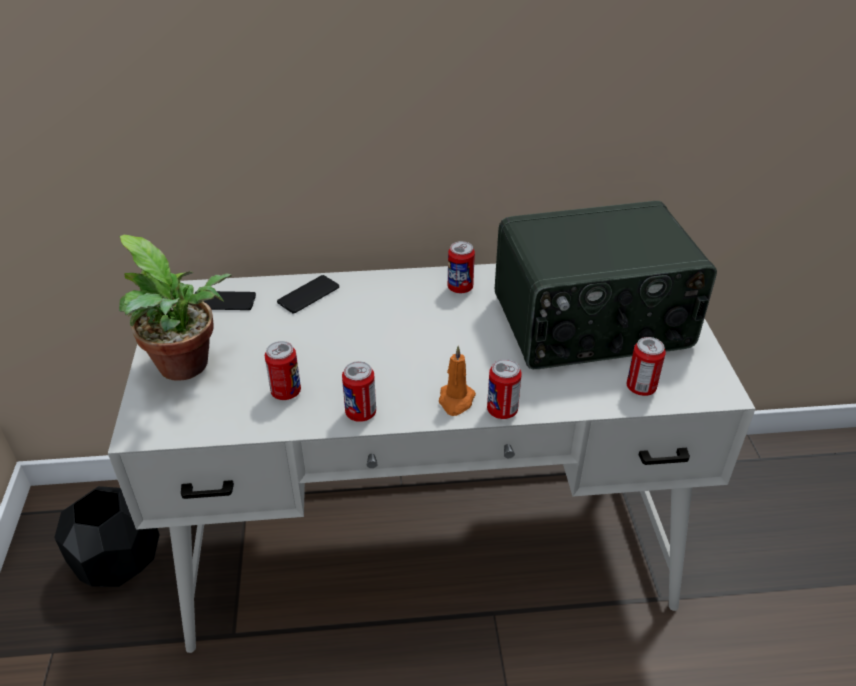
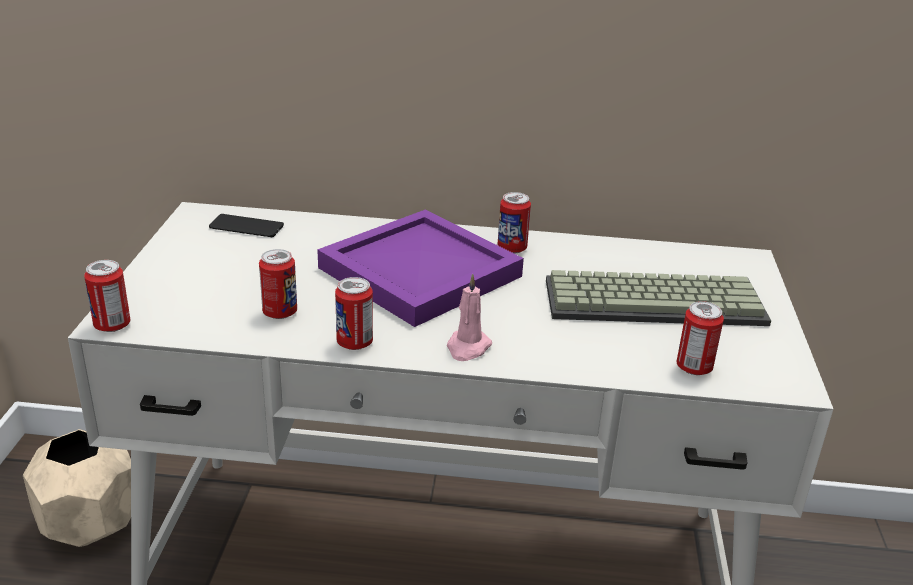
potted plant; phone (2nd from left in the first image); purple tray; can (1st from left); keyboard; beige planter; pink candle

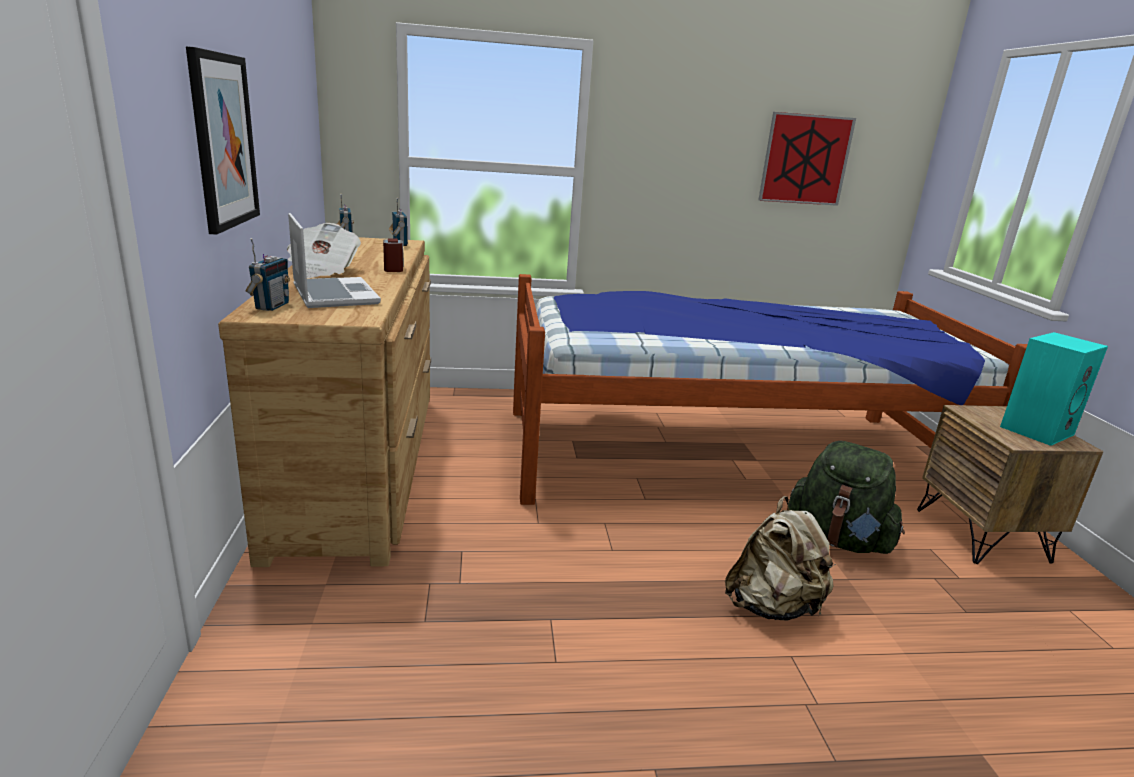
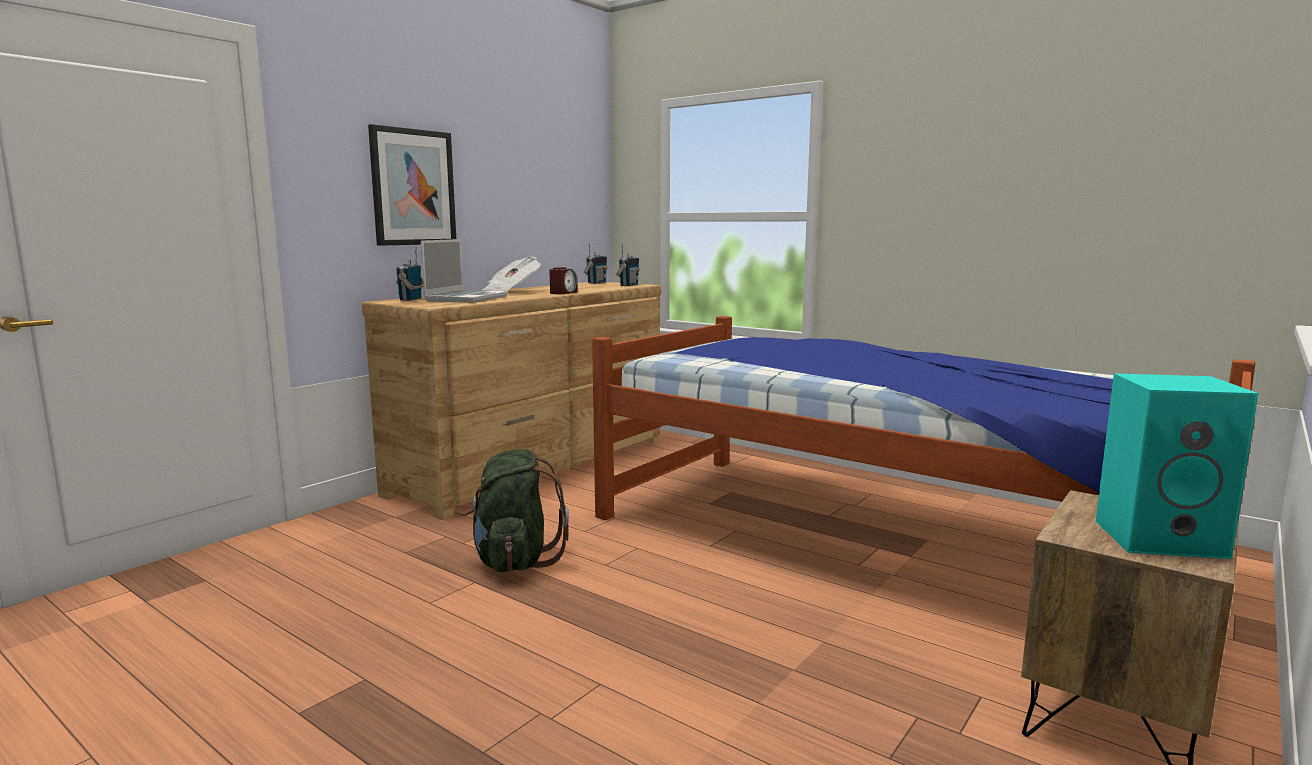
beige backpack; picture (2nd from left in the first image); green backpack; radio (1st from left)

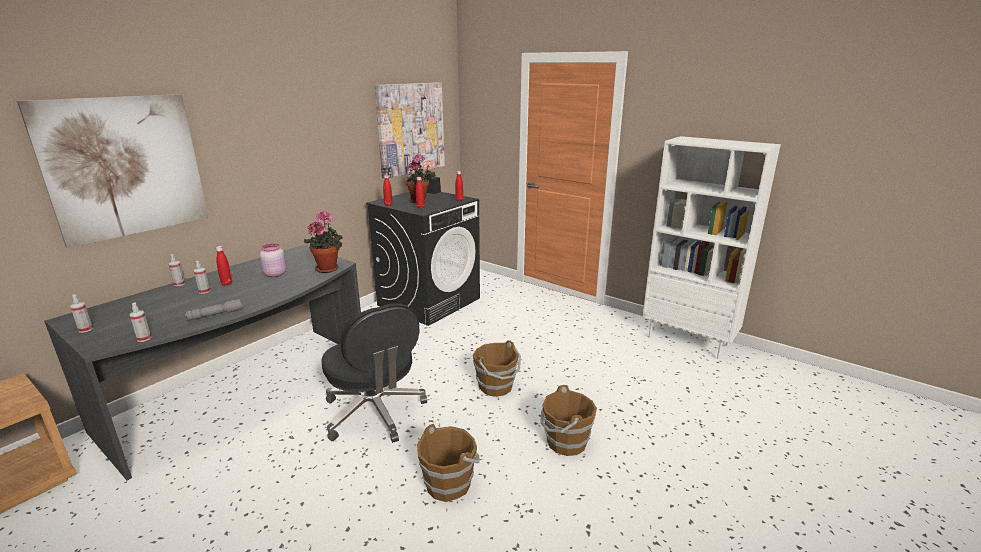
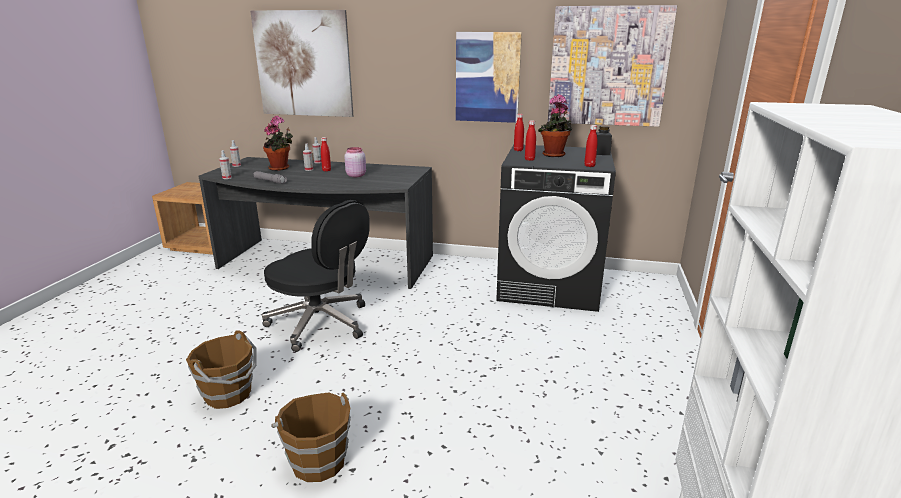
brown bucket (2nd from left in the first image); picture (2nd from left); potted plant (1st from left); black office chair

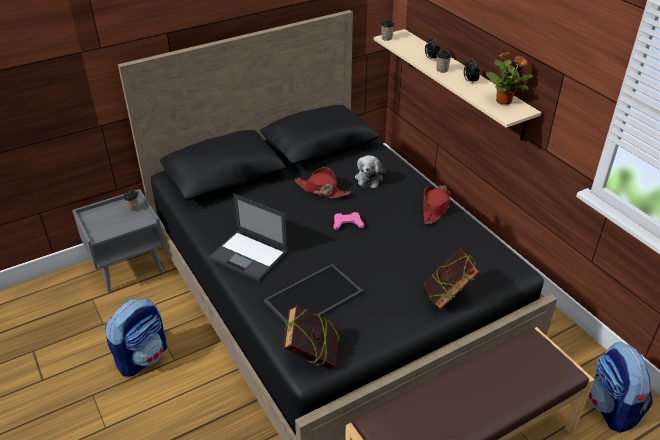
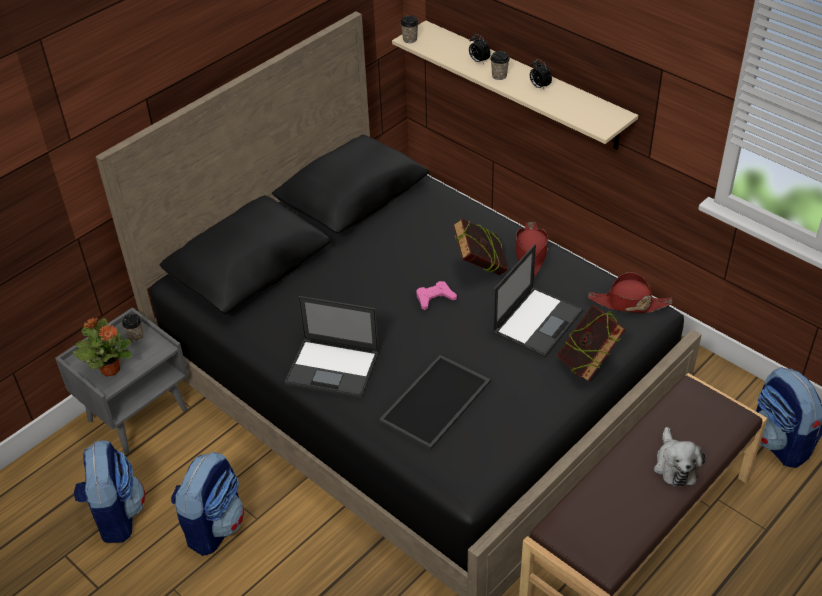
backpack (1st from left); laptop (2nd from left); book (1st from left); red hat (2nd from left); plush toy; potted plant

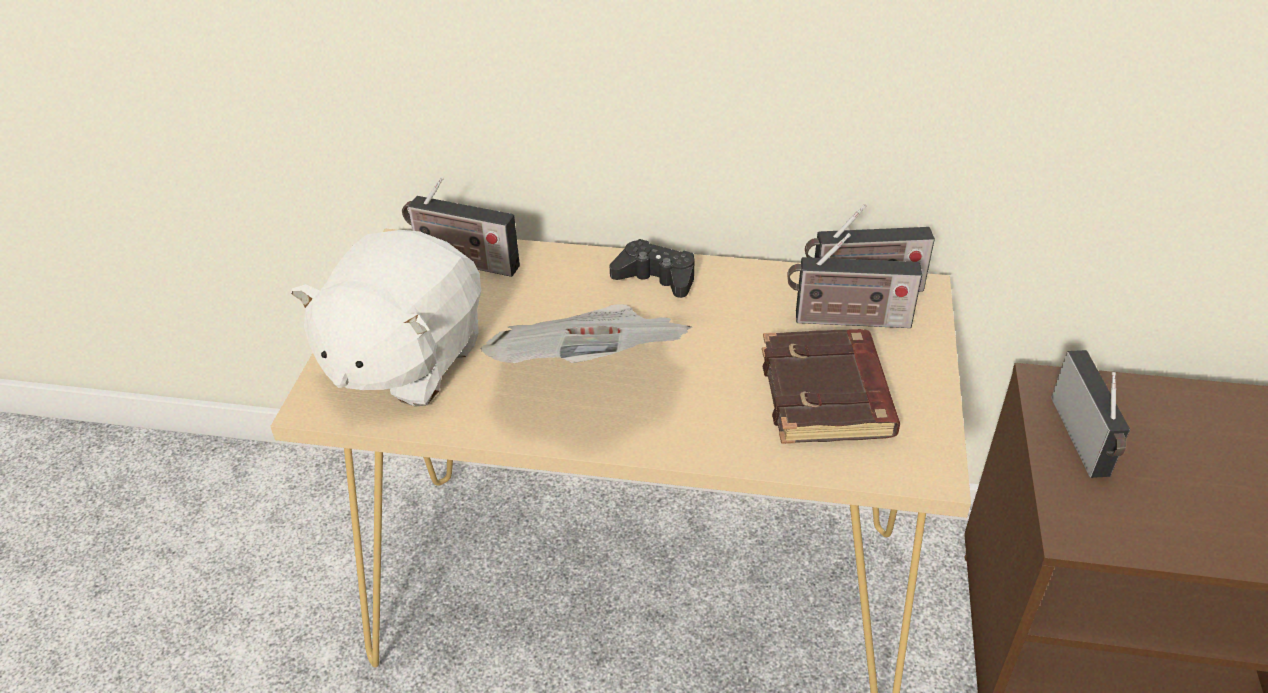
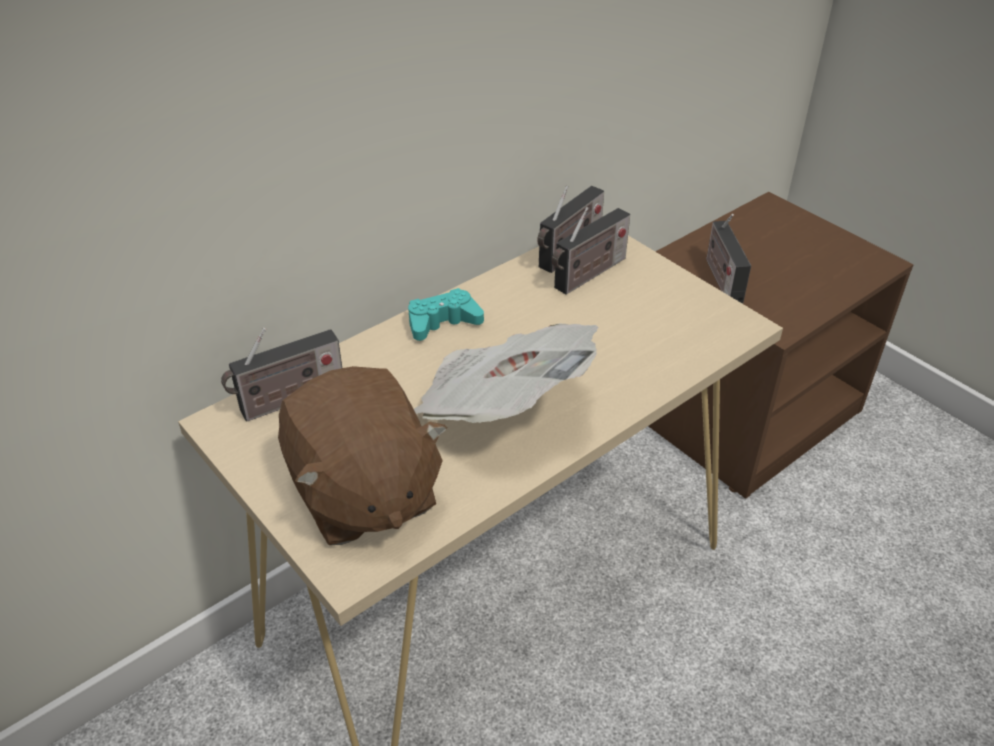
brown book; brown plush toy; turquoise game controller; radio (4th from left)

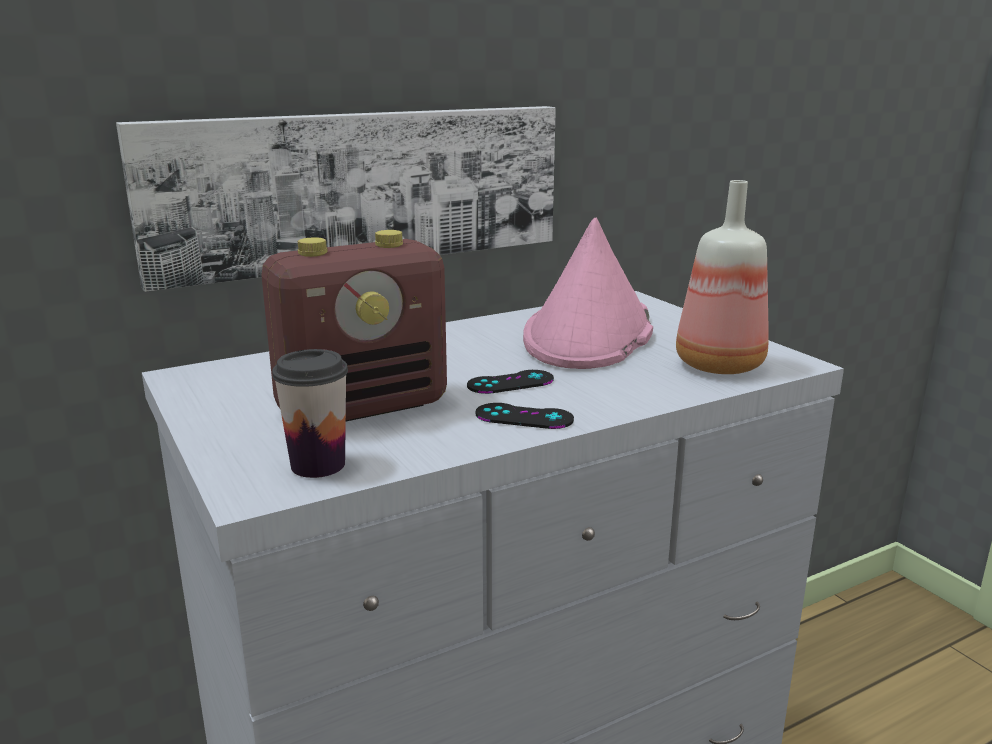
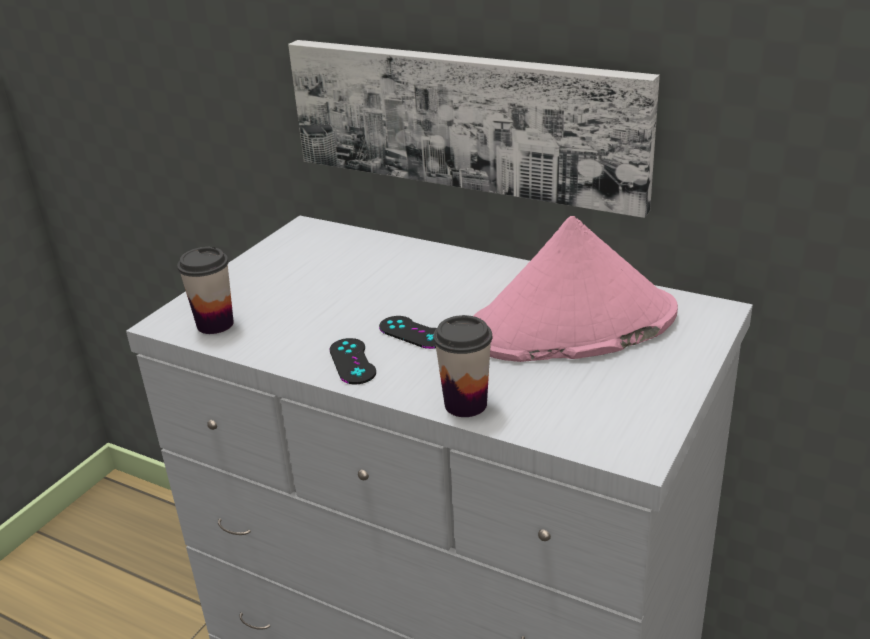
radio; bottle; cup (2nd from left)

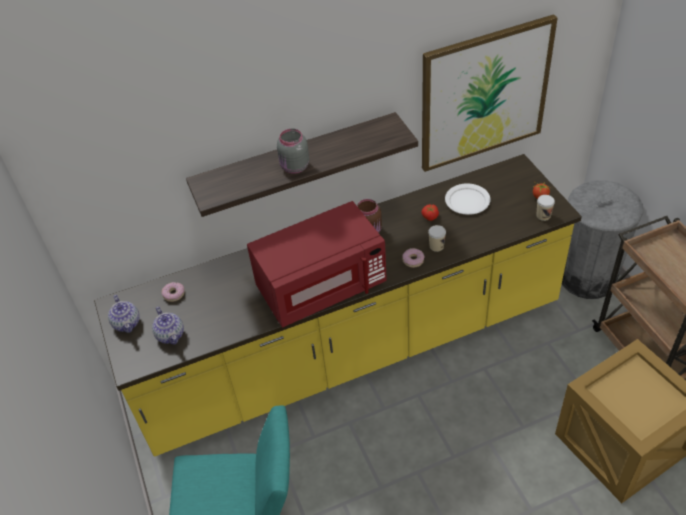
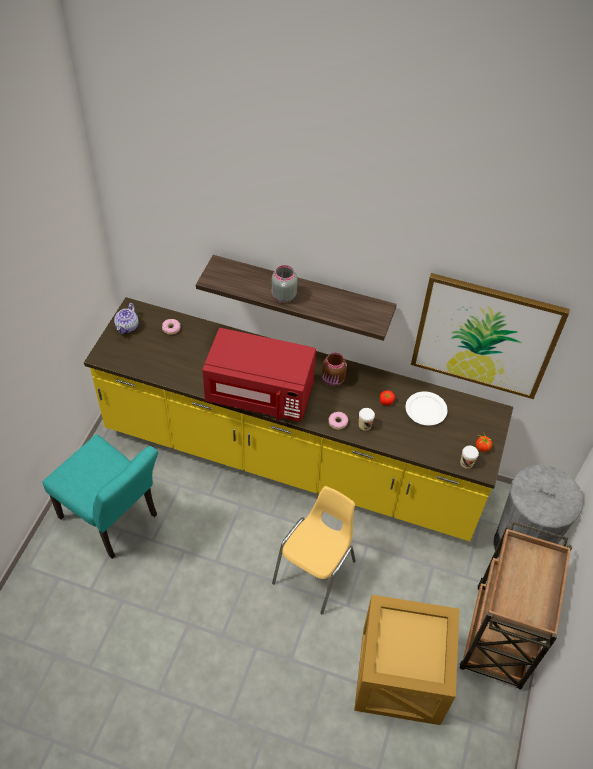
teapot (2nd from left in the first image); yellow chair

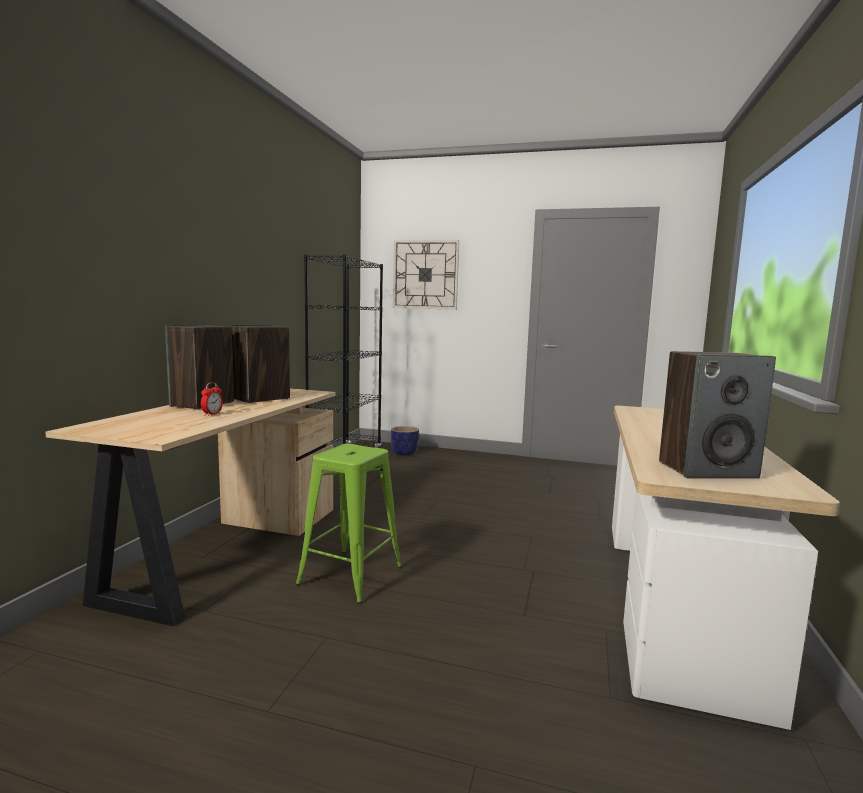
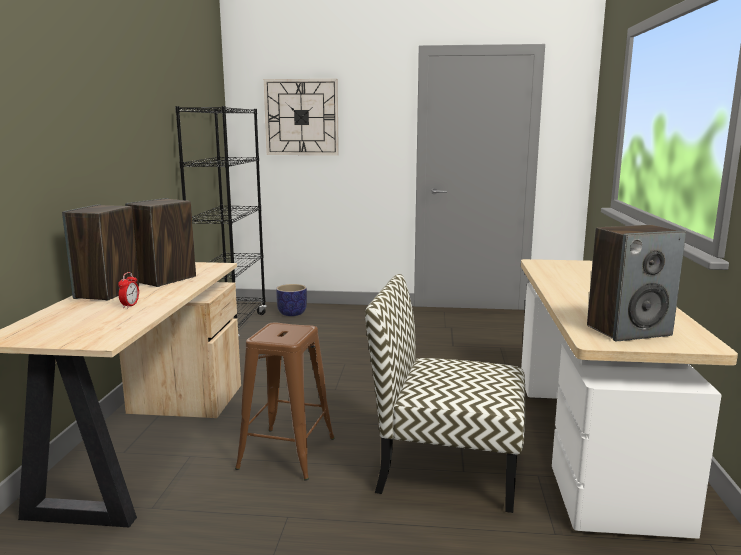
chair; brown stool

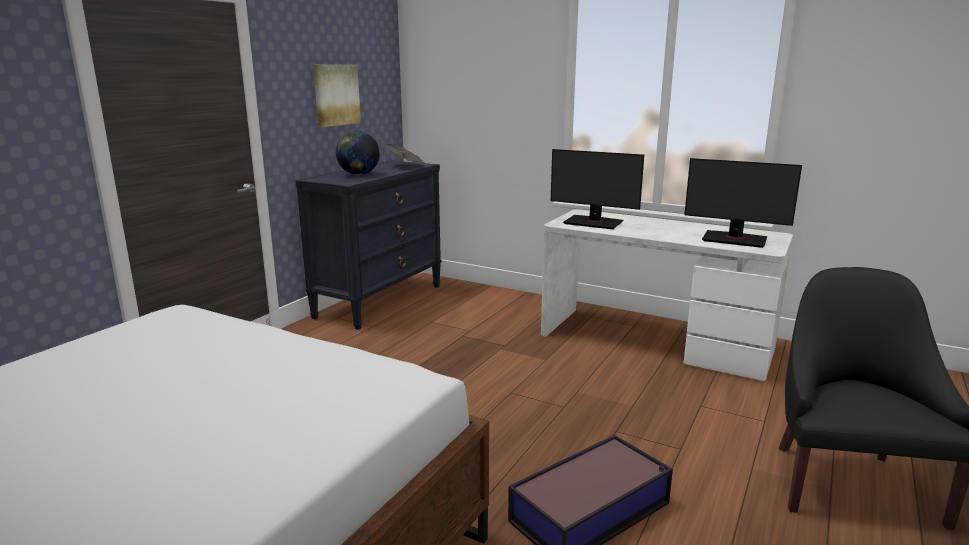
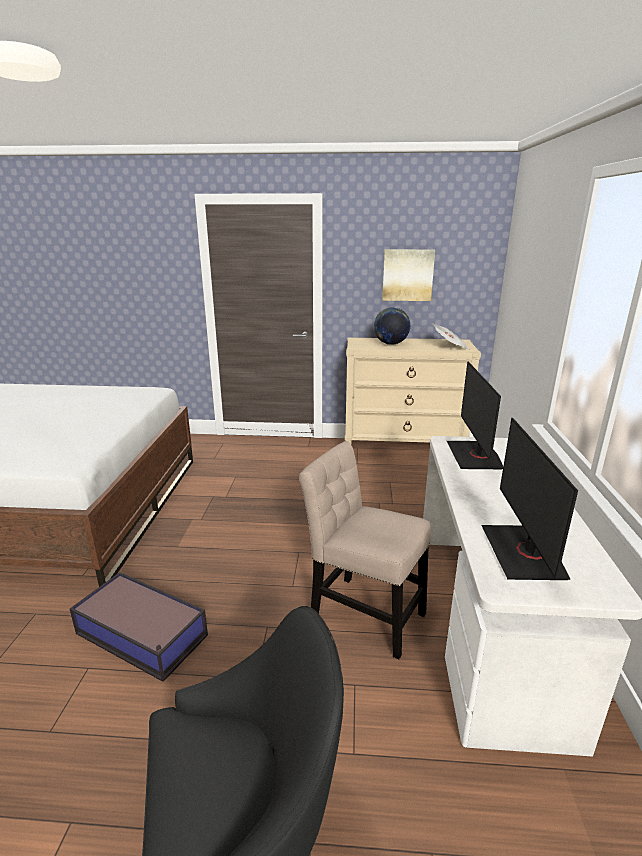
beige chair; beige dresser

